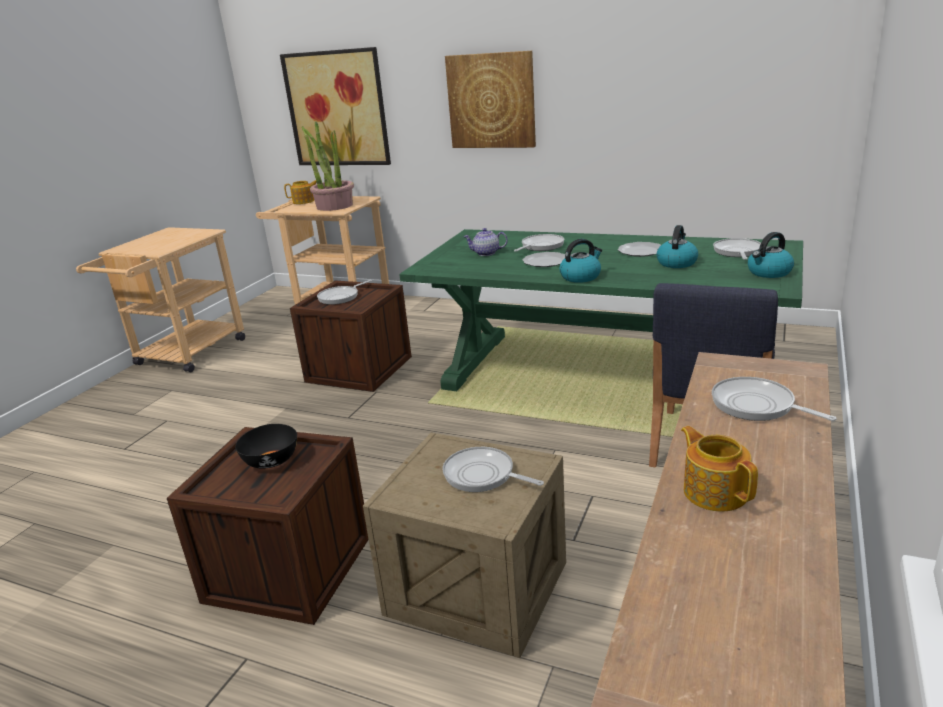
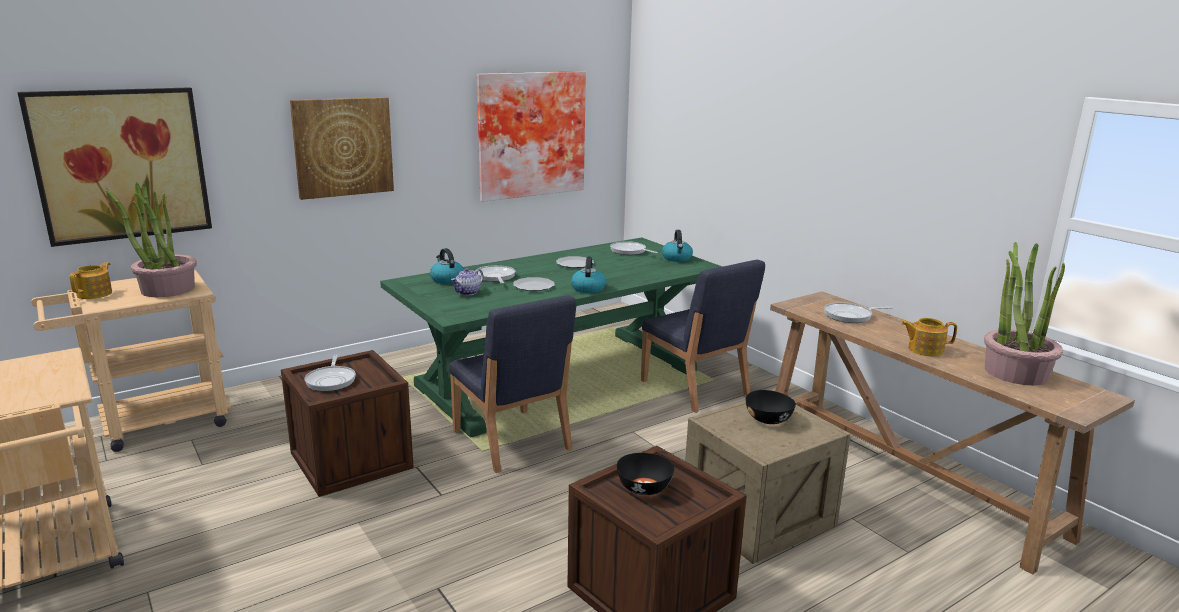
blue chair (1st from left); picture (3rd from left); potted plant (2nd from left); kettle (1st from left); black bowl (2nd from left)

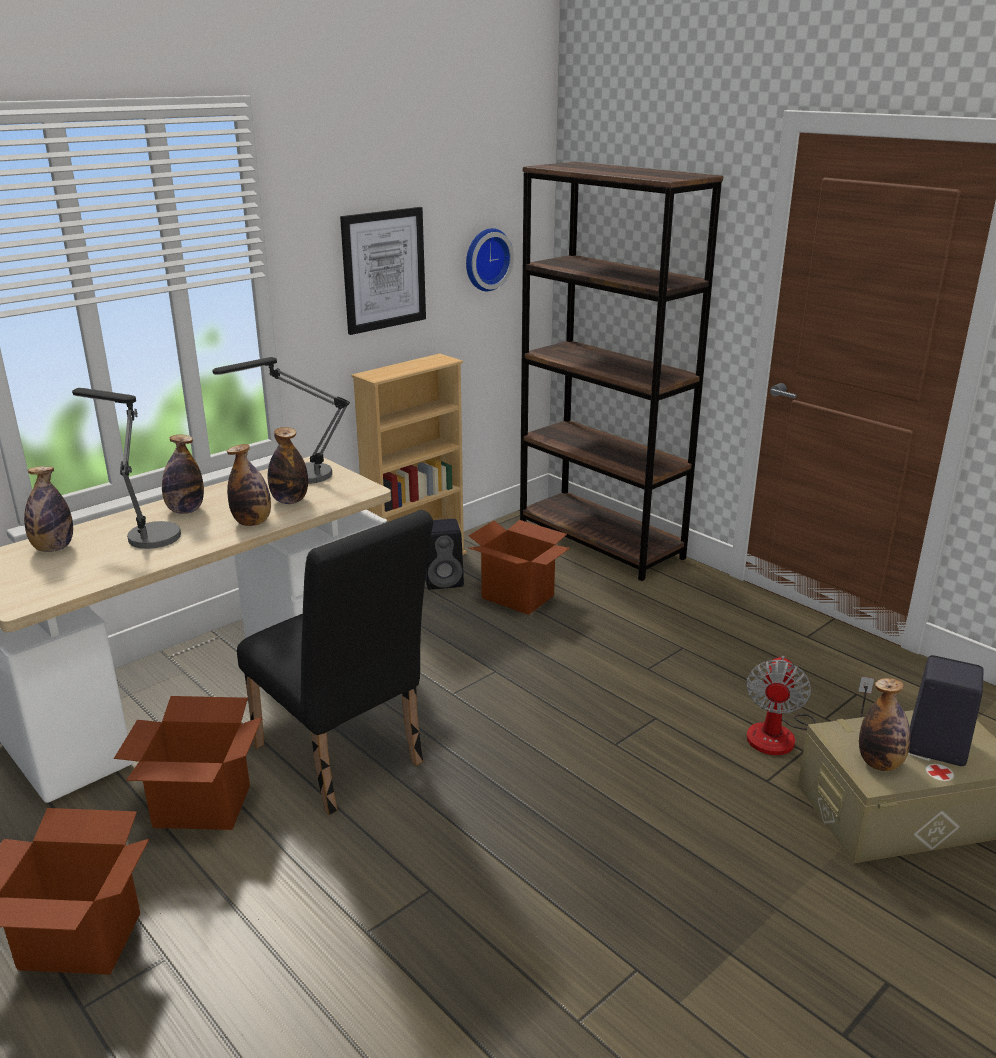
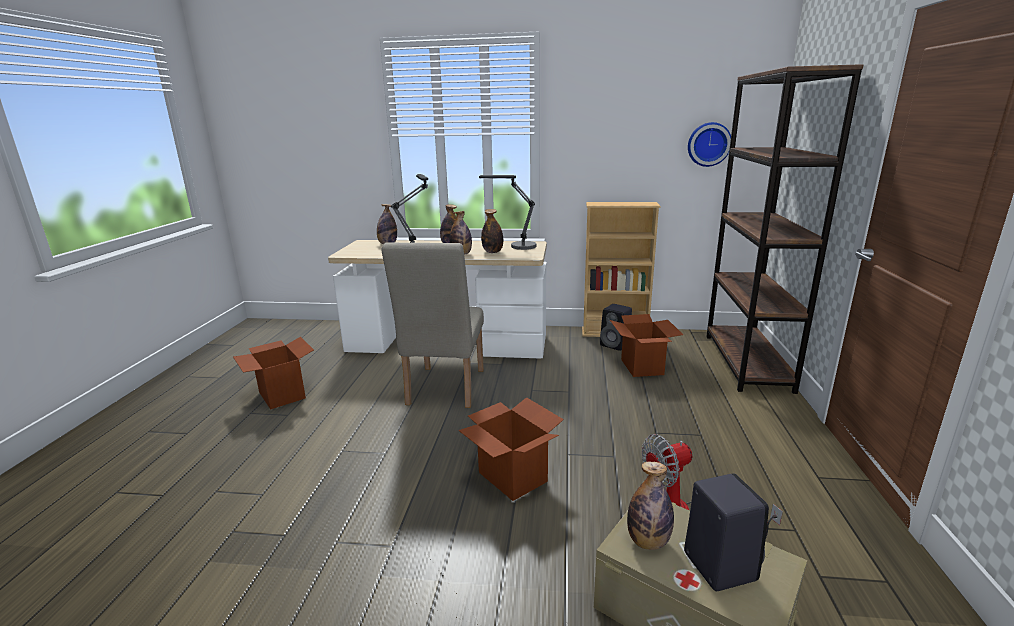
picture; cardboard box (2nd from left); beige chair

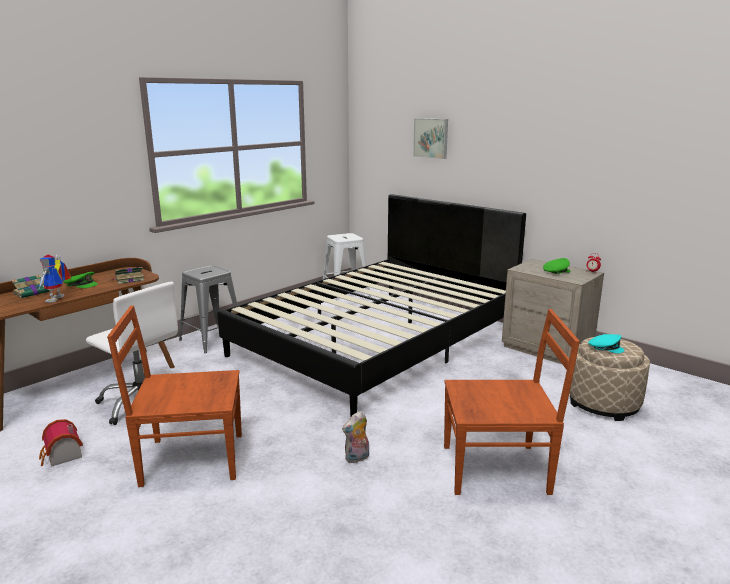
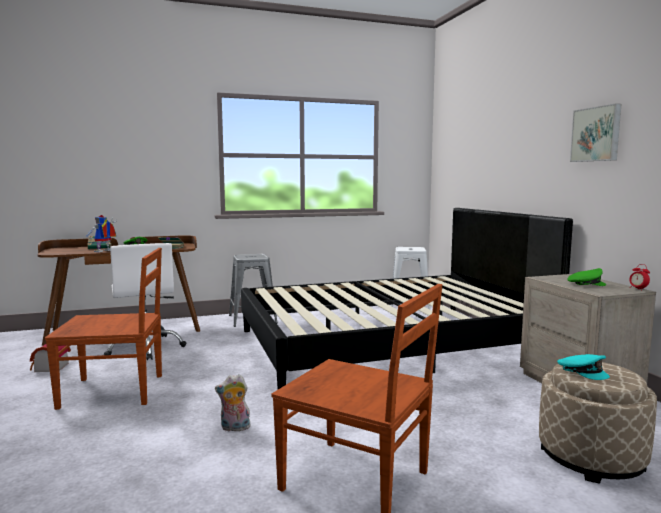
picture; brown chair (1st from left)

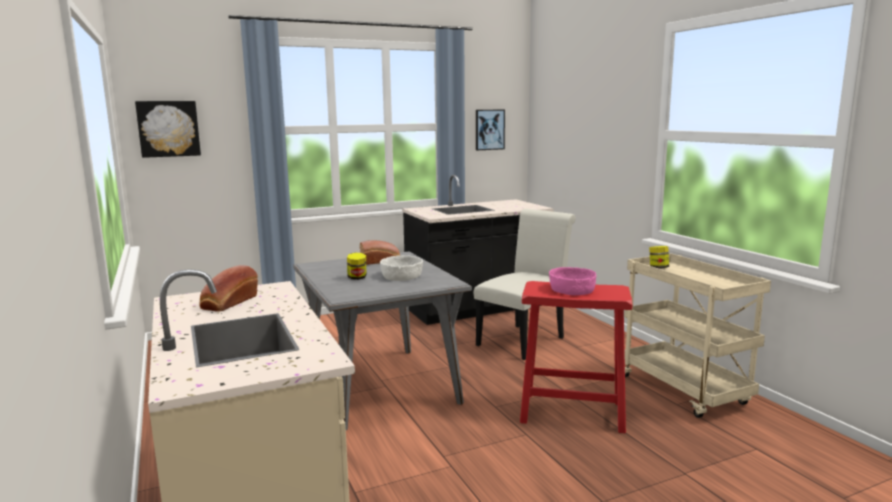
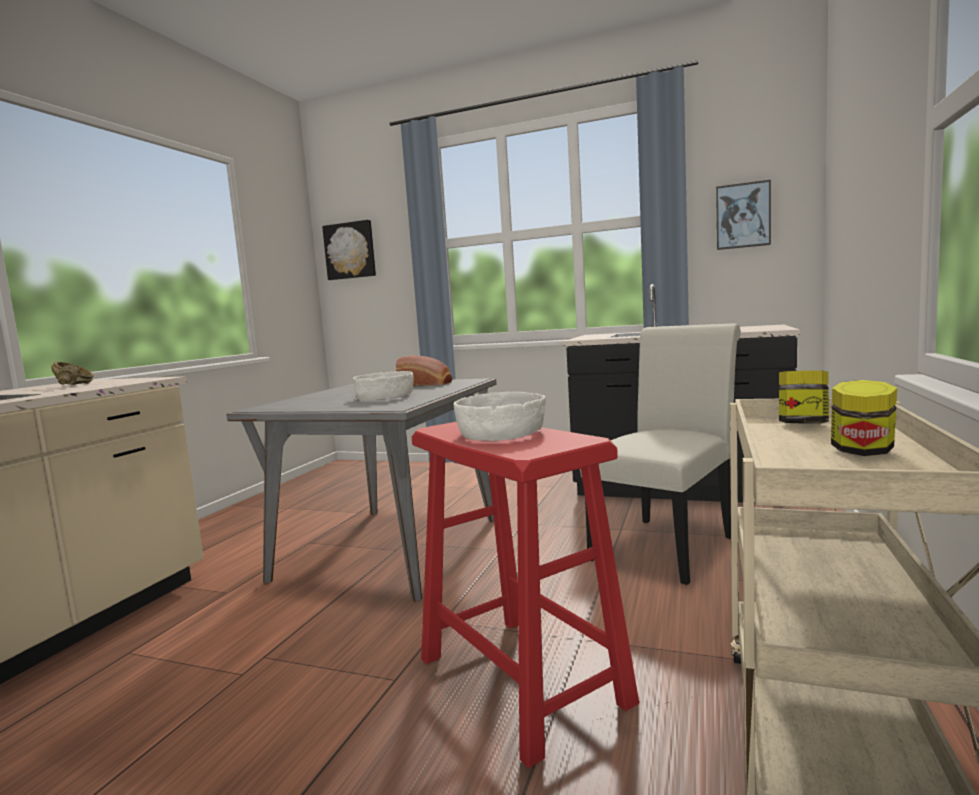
jar (2nd from left); brown bowl; white bowl (2nd from left); white chair

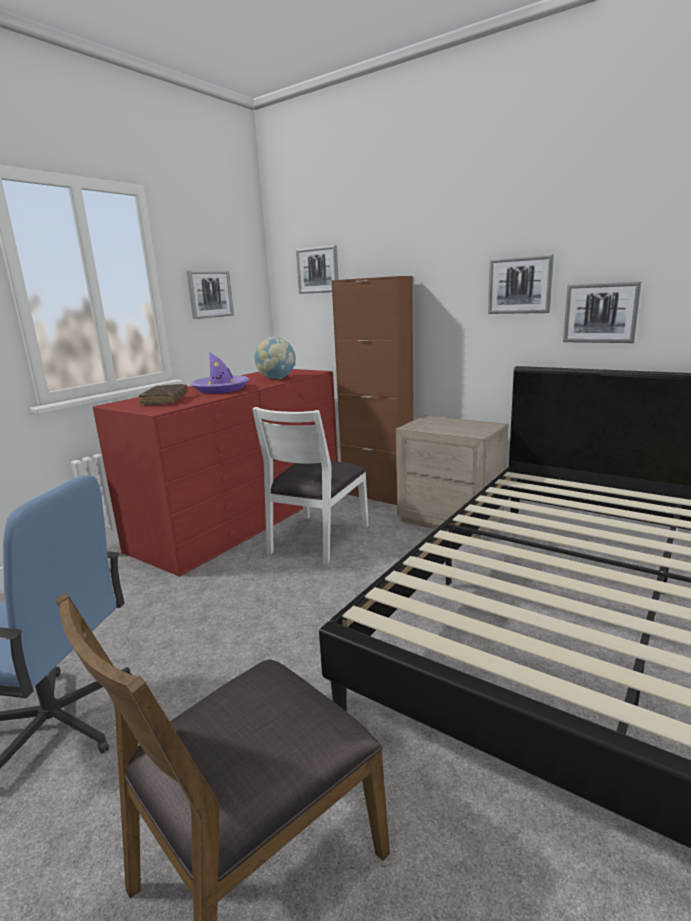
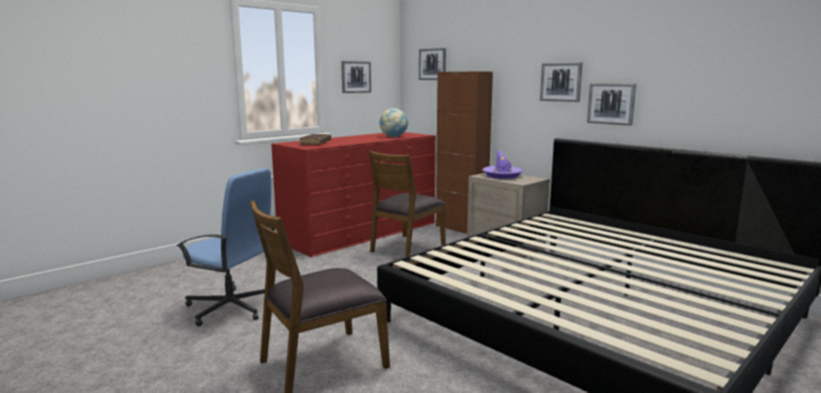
purple hat; brown chair (2nd from left)

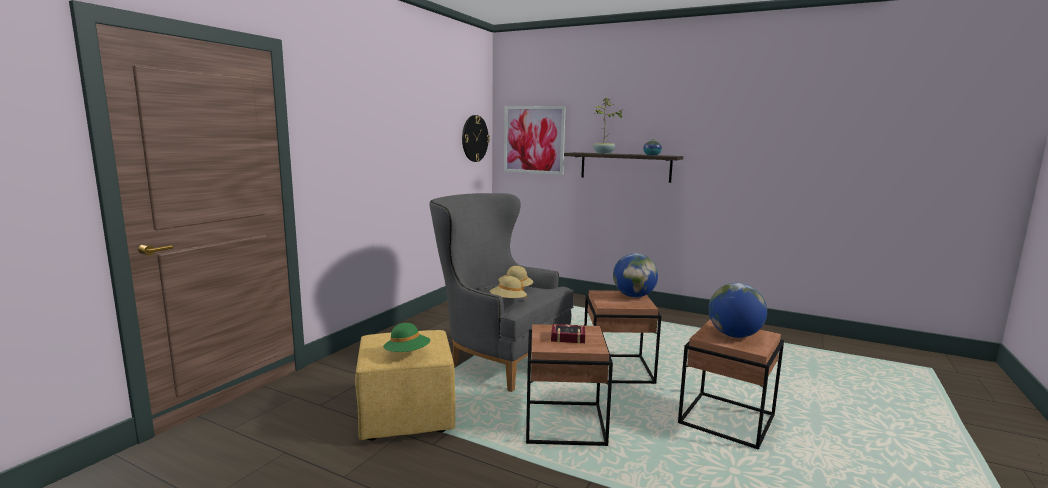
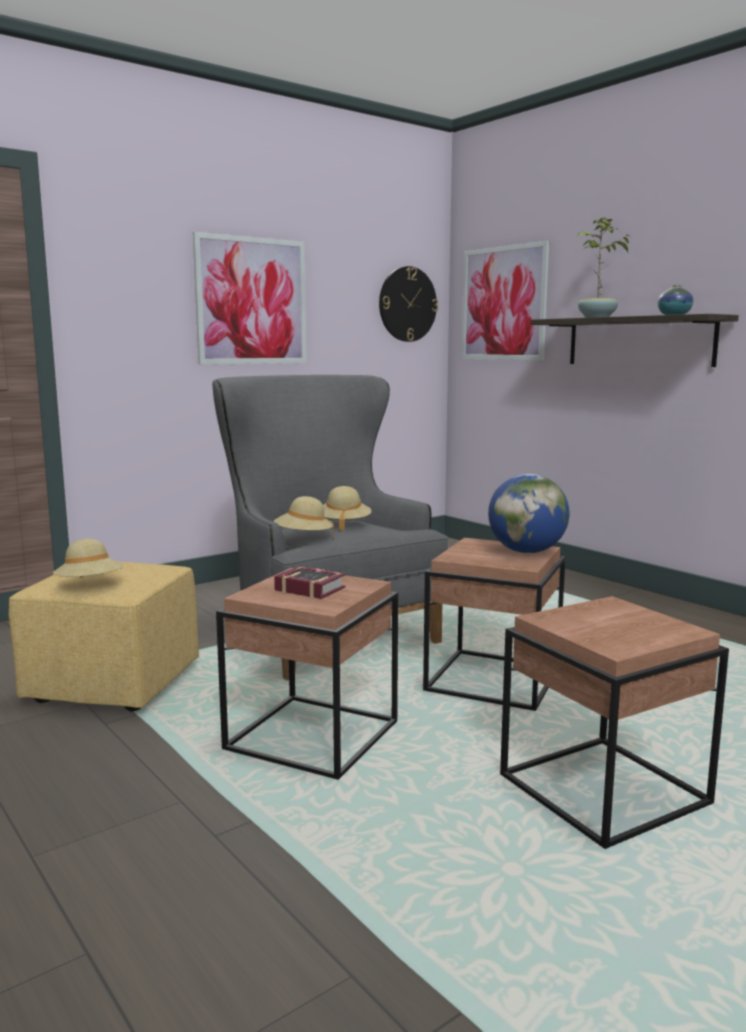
globe (2nd from left in the first image); picture (1st from left); beige hat (1st from left)

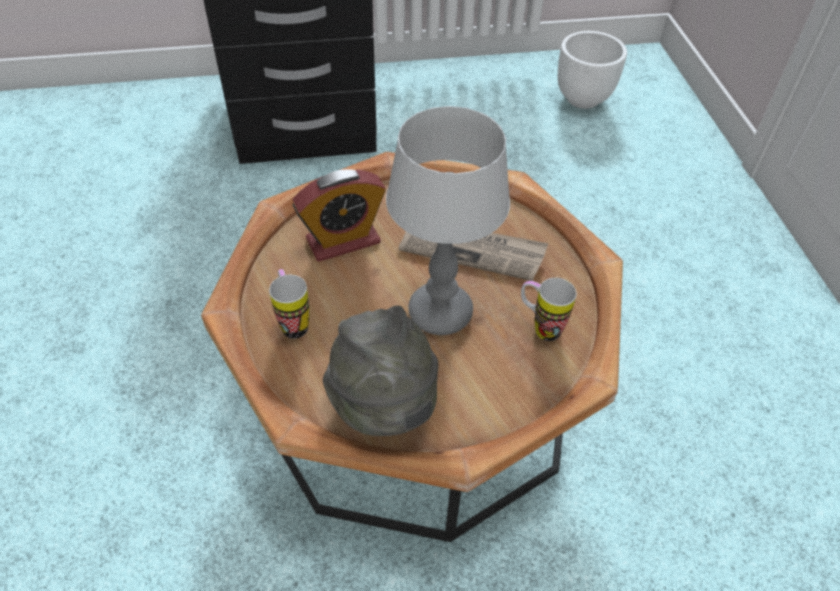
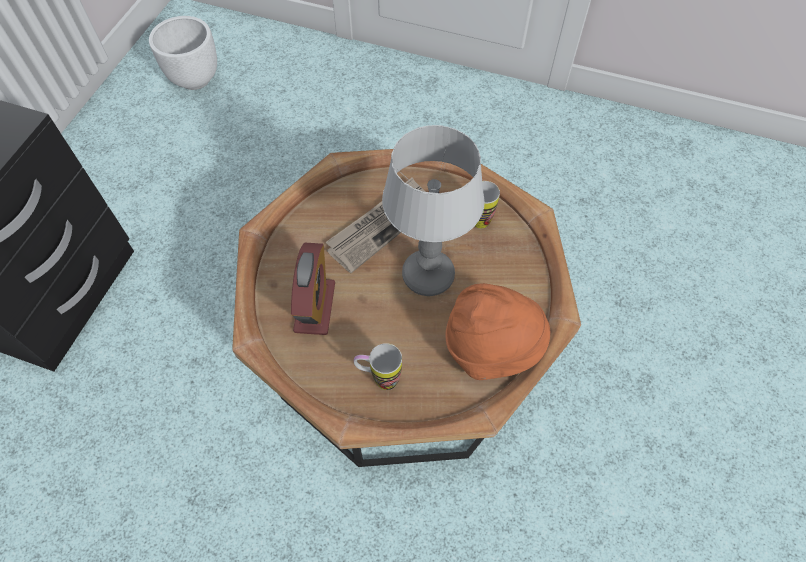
orange hat

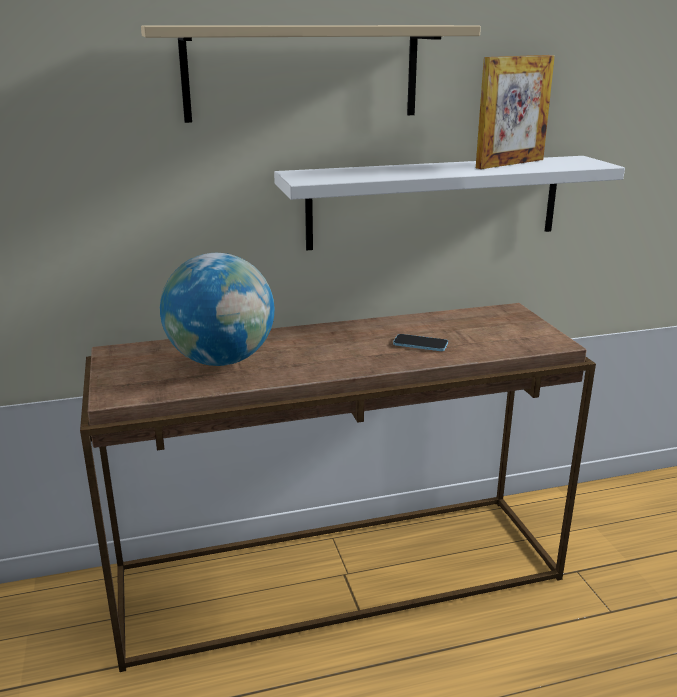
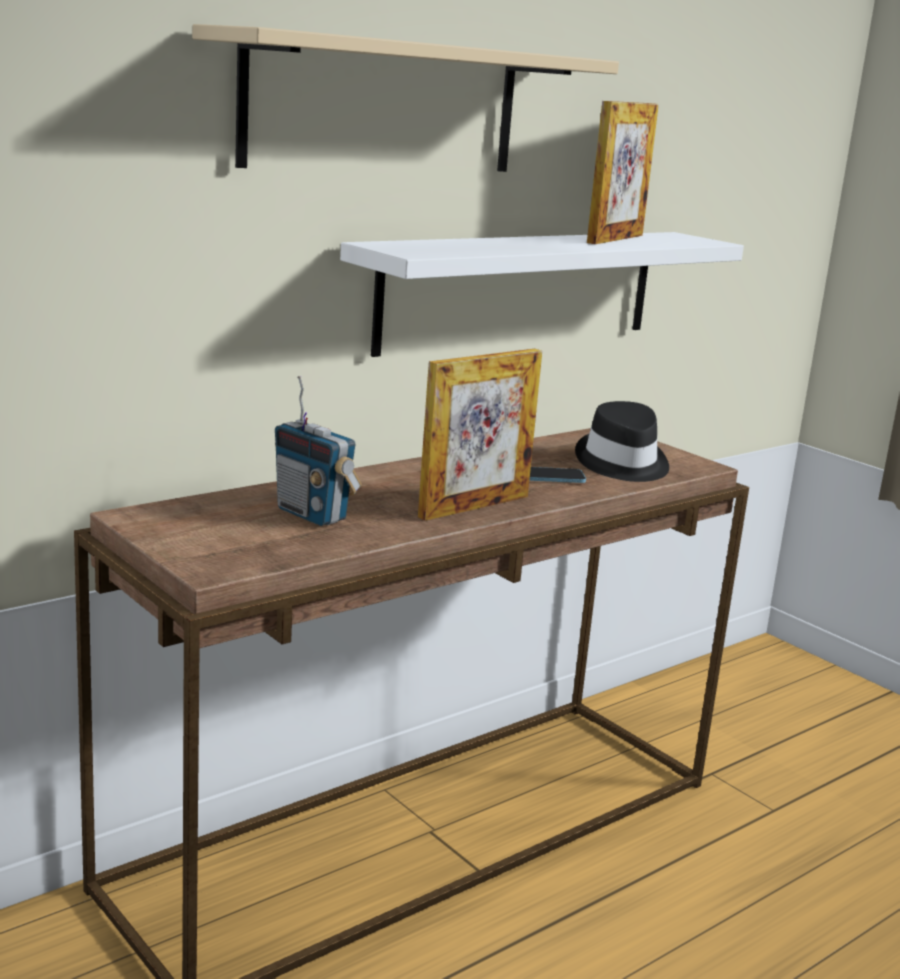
picture frame (1st from left); black hat; radio

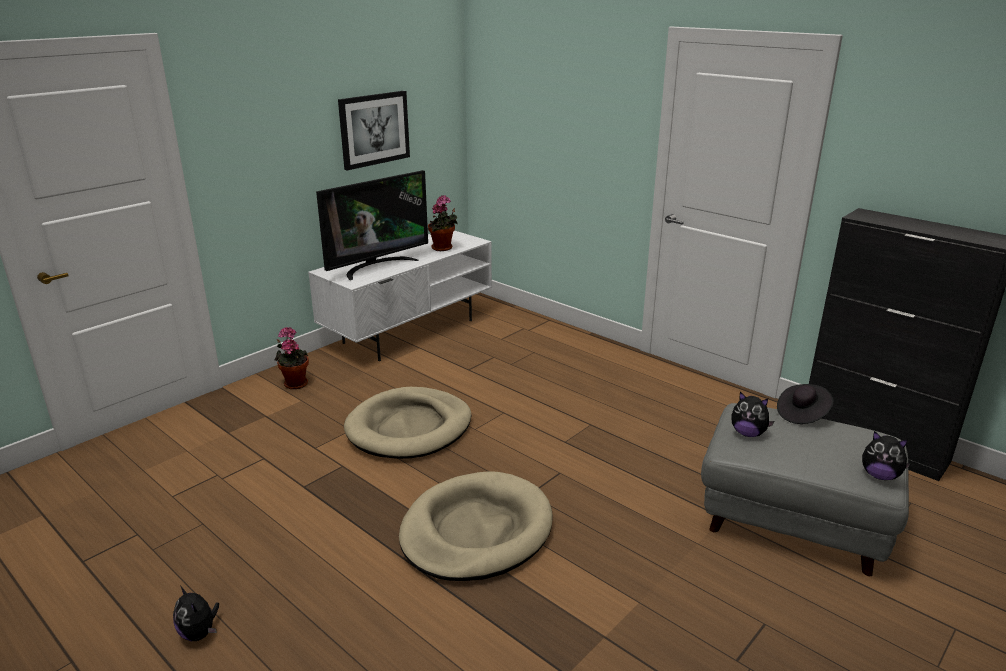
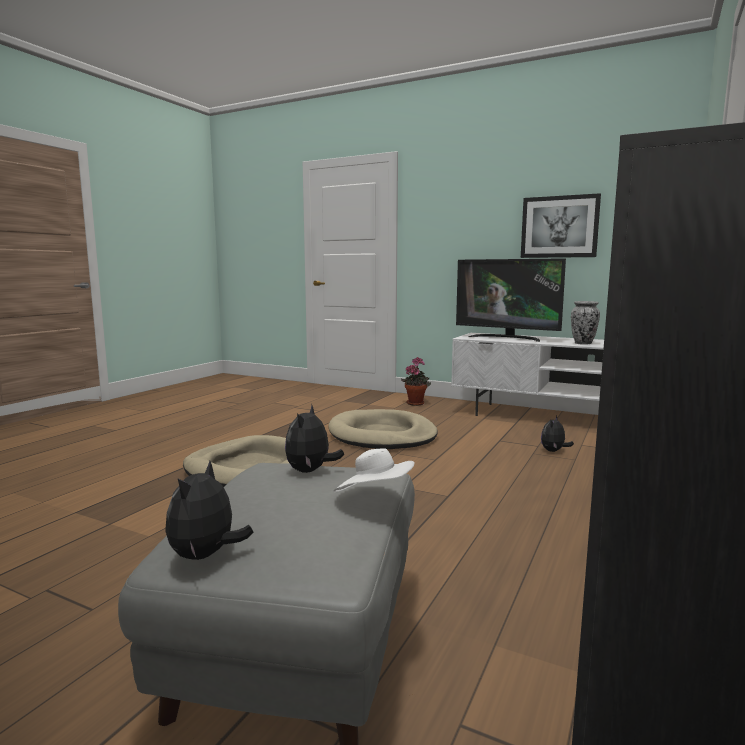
plush toy (3rd from left); vase; white hat

